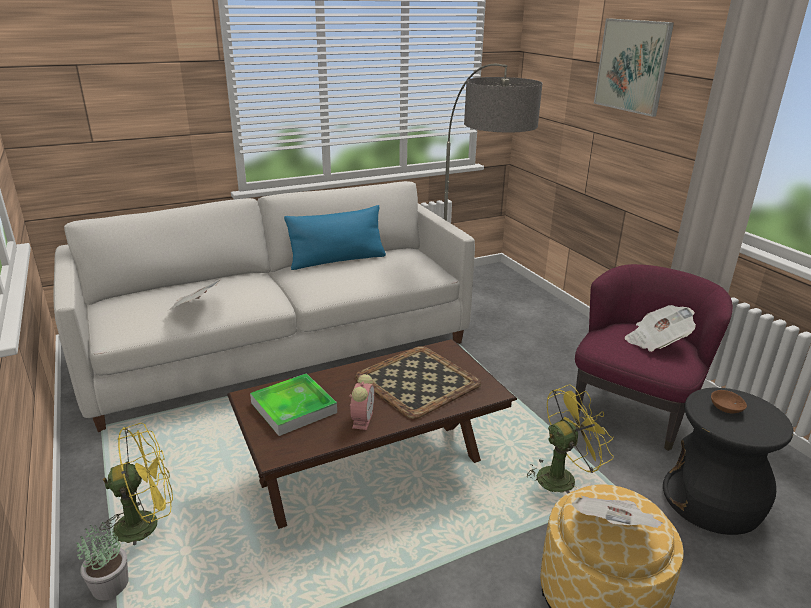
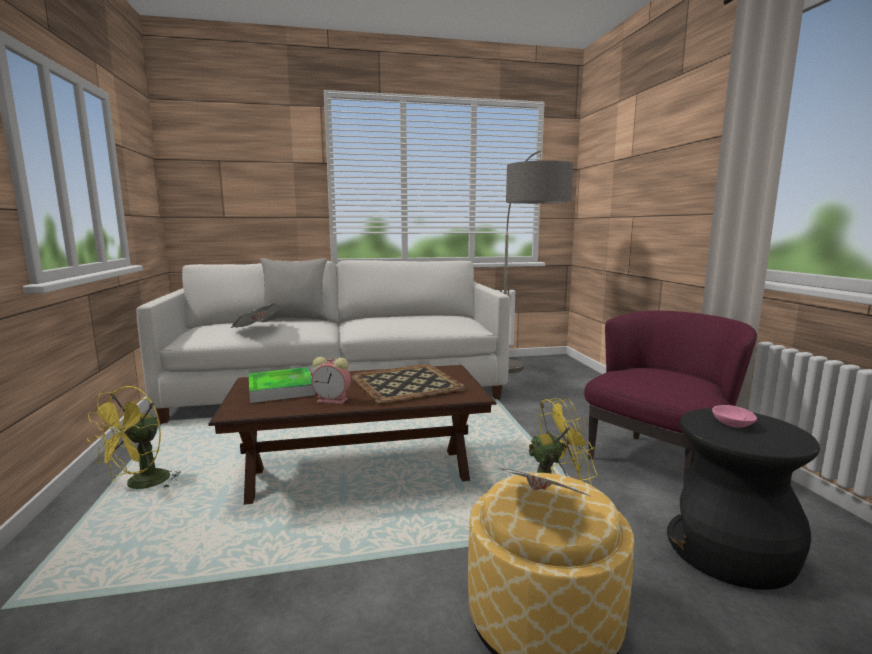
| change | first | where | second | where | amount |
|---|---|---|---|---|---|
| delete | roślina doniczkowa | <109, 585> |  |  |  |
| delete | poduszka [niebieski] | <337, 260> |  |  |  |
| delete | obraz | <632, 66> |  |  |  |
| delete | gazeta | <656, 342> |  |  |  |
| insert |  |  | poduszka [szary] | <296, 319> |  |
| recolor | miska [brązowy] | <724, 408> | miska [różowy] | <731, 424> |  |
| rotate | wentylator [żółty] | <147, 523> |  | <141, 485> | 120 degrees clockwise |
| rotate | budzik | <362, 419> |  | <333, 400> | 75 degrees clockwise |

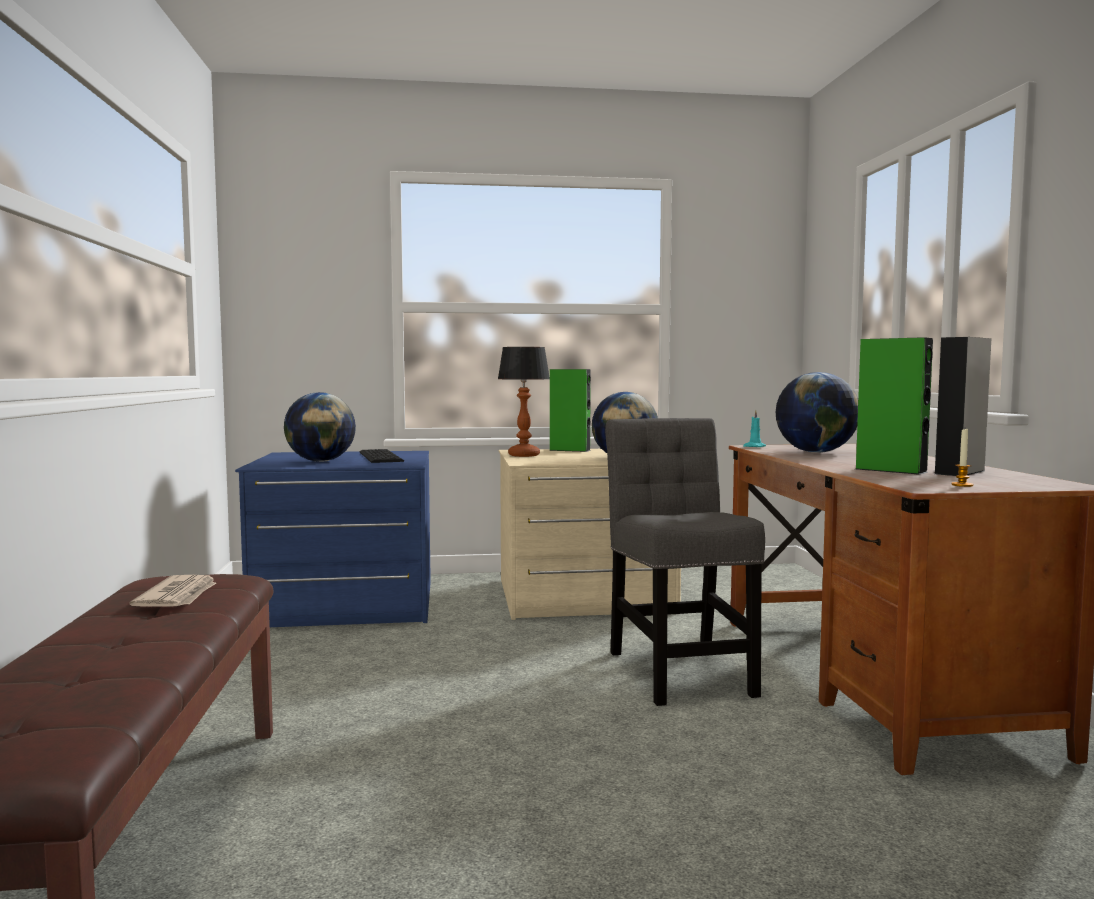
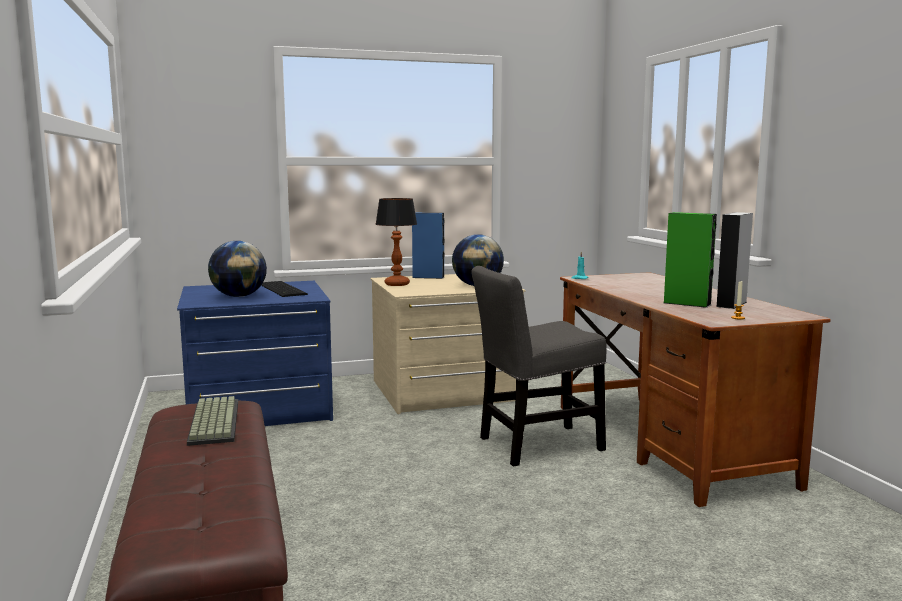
| change | first | where | second | where | amount |
|---|---|---|---|---|---|
| delete | globus | <815, 452> |  |  |  |
| replace | gazeta | <179, 596> | klawiatura | <212, 422> |  |
| recolor | głośnik [zielony] | <569, 450> | głośnik [niebieski] | <428, 277> |  |
| rotate | krzesło [szary] | <679, 669> |  | <535, 445> | 90 degrees counterclockwise |

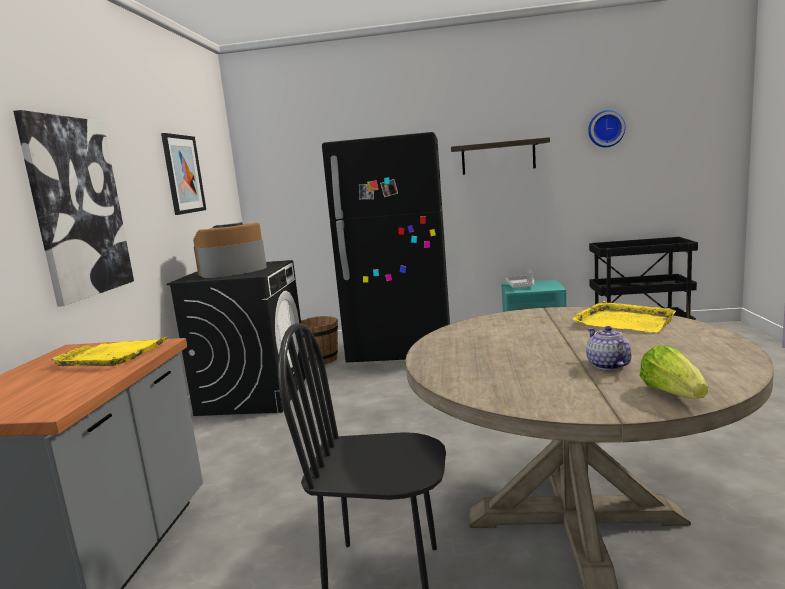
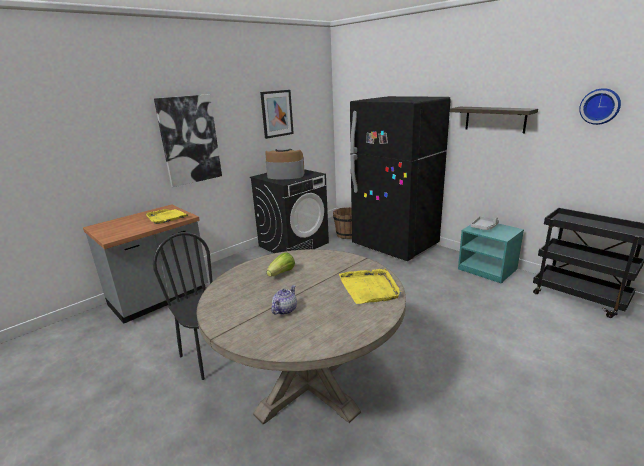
| change | first | where | second | where | amount |
|---|---|---|---|---|---|
| move | sałata | <672, 394> |  | <282, 273> |  |

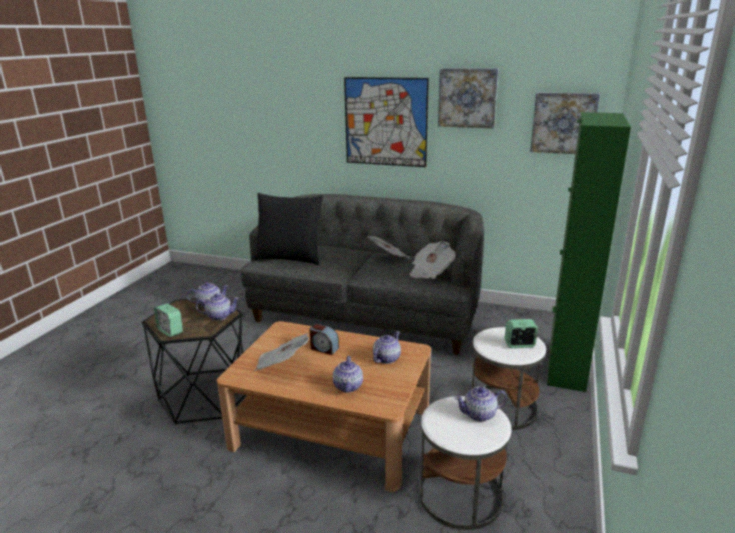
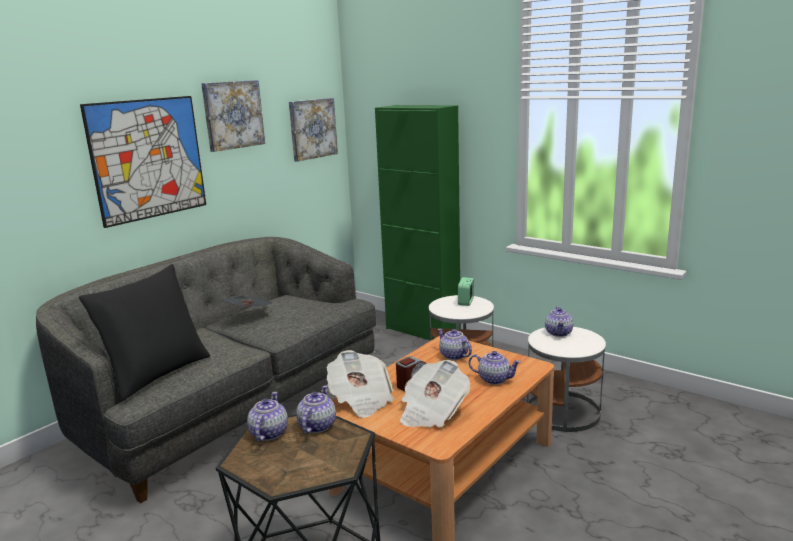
| change | first | where | second | where | amount |
|---|---|---|---|---|---|
| delete | budzik | <170, 331> |  |  |  |
| move | gazeta | <430, 272> |  | <361, 399> |  |

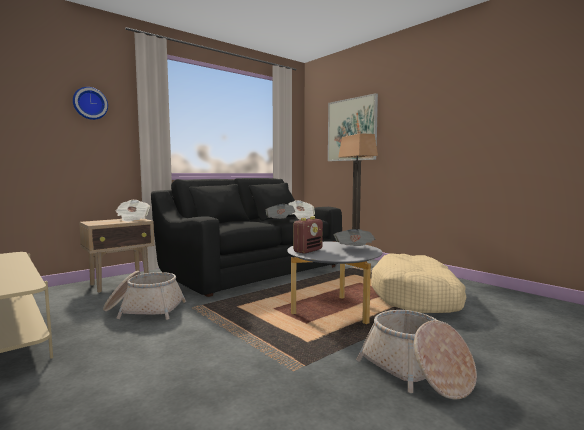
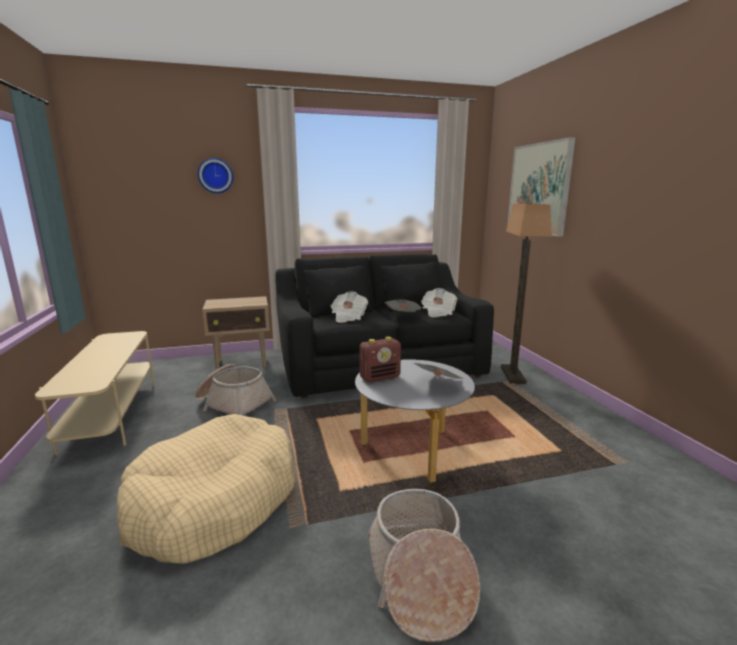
| change | first | where | second | where | amount |
|---|---|---|---|---|---|
| move | gazeta | <133, 219> |  | <348, 317> |  |
| move | legowisko [beżowy] | <417, 297> |  | <214, 501> |  |

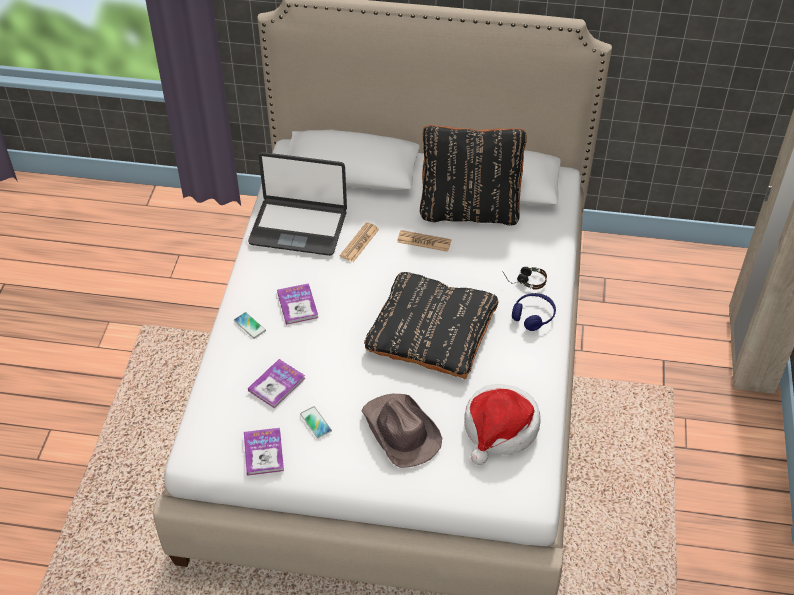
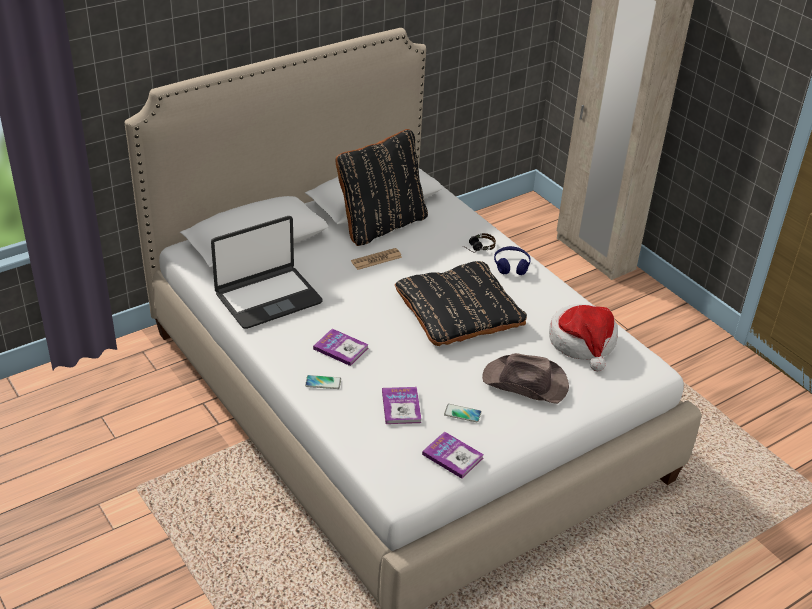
| change | first | where | second | where | amount |
|---|---|---|---|---|---|
| delete | gazeta | <359, 242> |  |  |  |

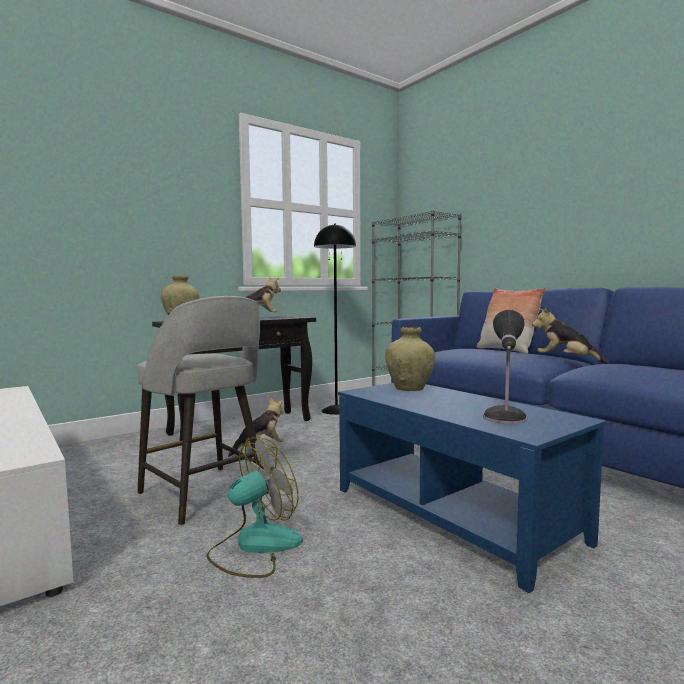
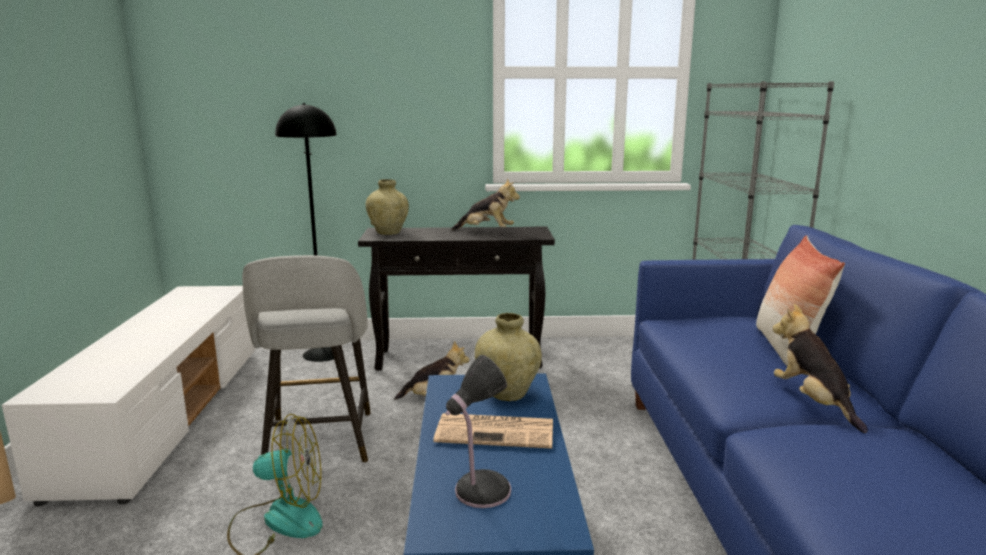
| change | first | where | second | where | amount |
|---|---|---|---|---|---|
| insert |  |  | gazeta | <497, 431> |  |
| move | lampa stojąca [czarny] | <336, 410> |  | <322, 353> |  |

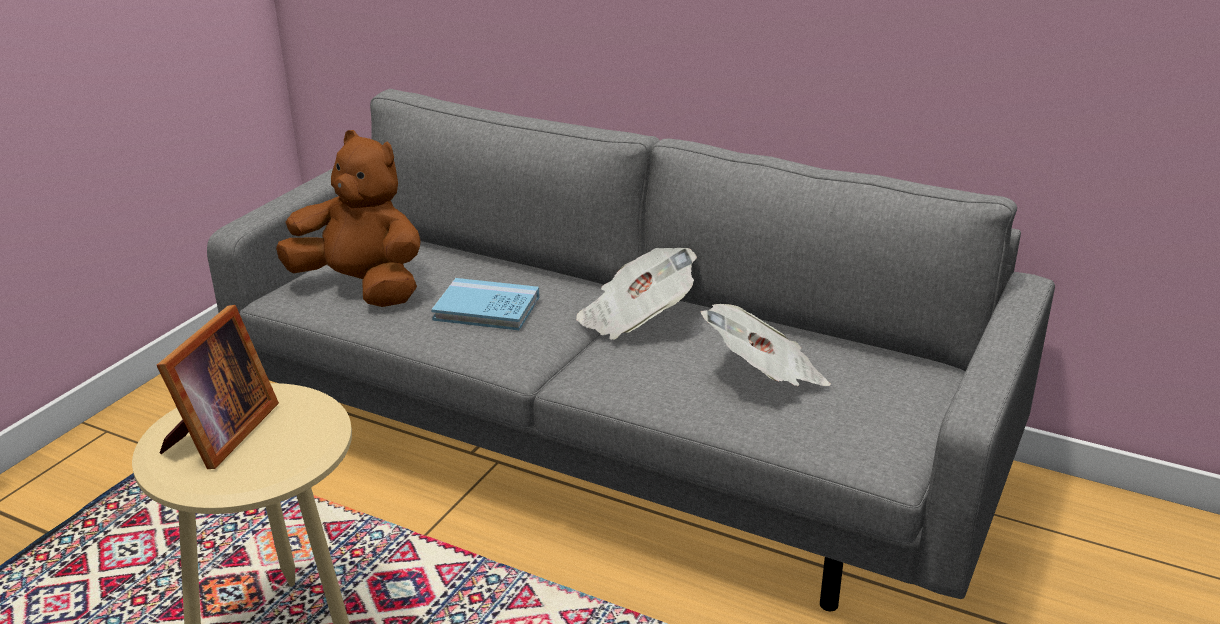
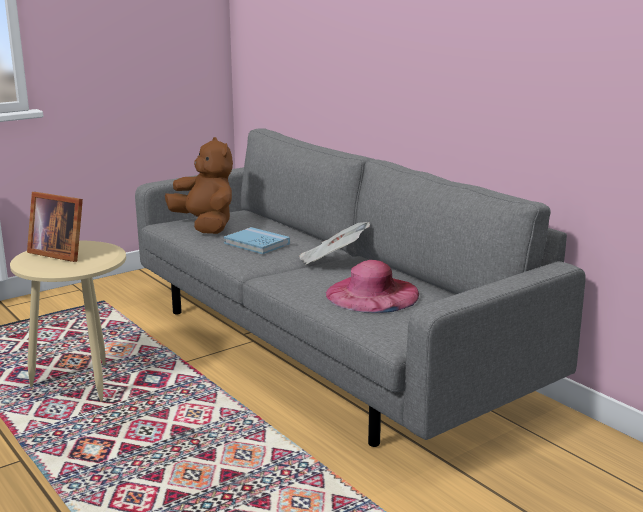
| change | first | where | second | where | amount |
|---|---|---|---|---|---|
| replace | gazeta | <764, 376> | kapelusz [różowy] | <372, 294> |  |
| rotate | ramka na zdjęcie | <219, 435> |  | <59, 253> | 75 degrees clockwise |

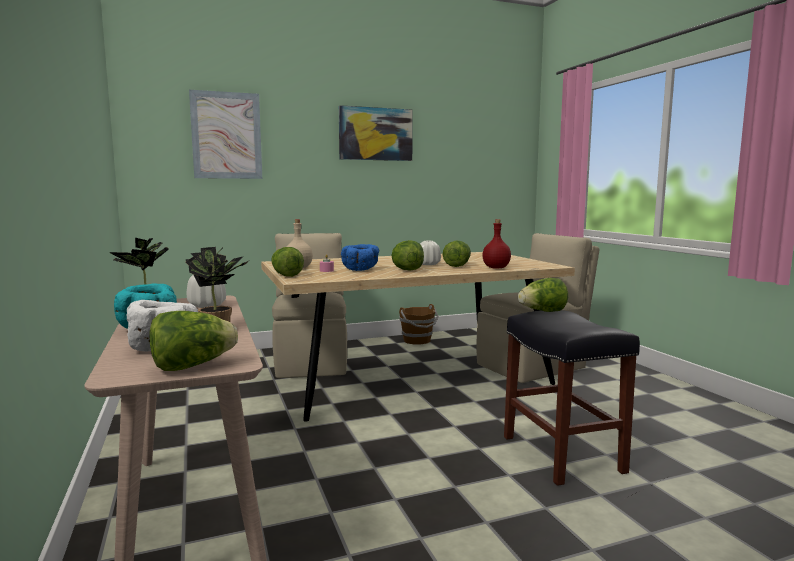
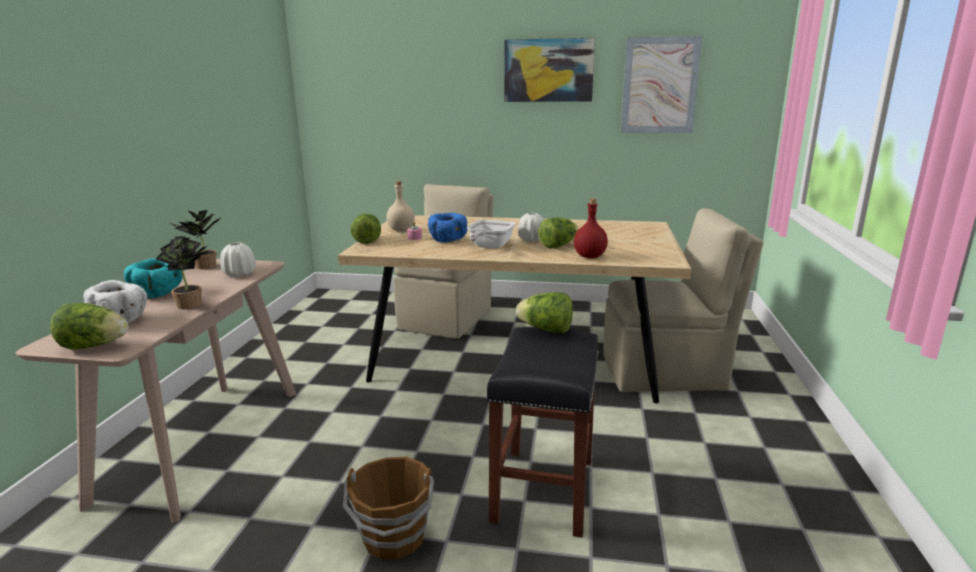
| change | first | where | second | where | amount |
|---|---|---|---|---|---|
| move | obraz | <226, 135> |  | <659, 86> |  |
| move | wiadro [brązowy] | <417, 340> |  | <394, 538> |  |
| replace | sałata | <407, 270> | patelnia | <489, 247> |  |

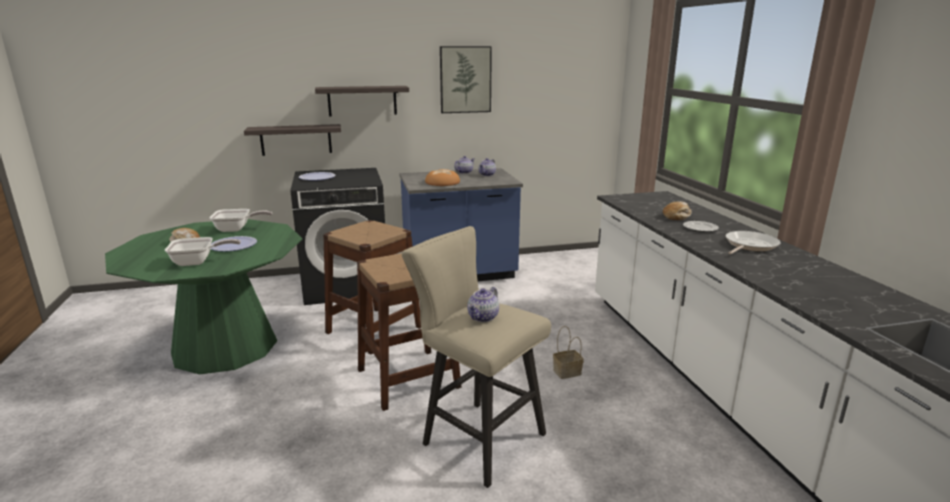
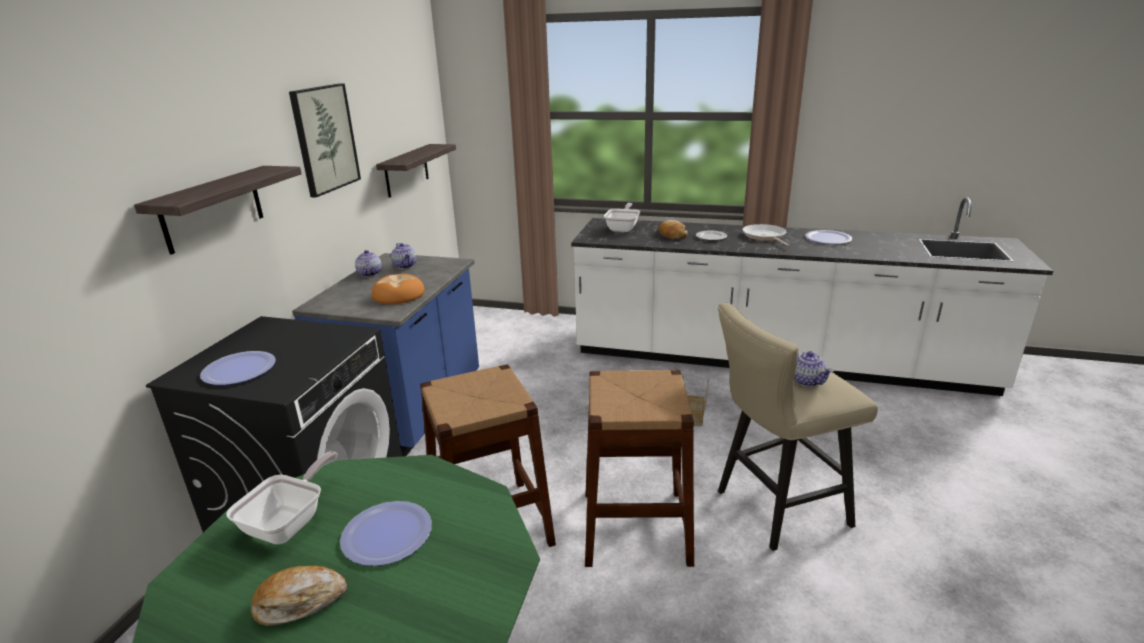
| change | first | where | second | where | amount |
|---|---|---|---|---|---|
| insert |  |  | talerz | <828, 238> |  |
| move | patelnia | <198, 262> |  | <623, 228> |  |
| move | półka | <296, 140> |  | <406, 170> |  |

